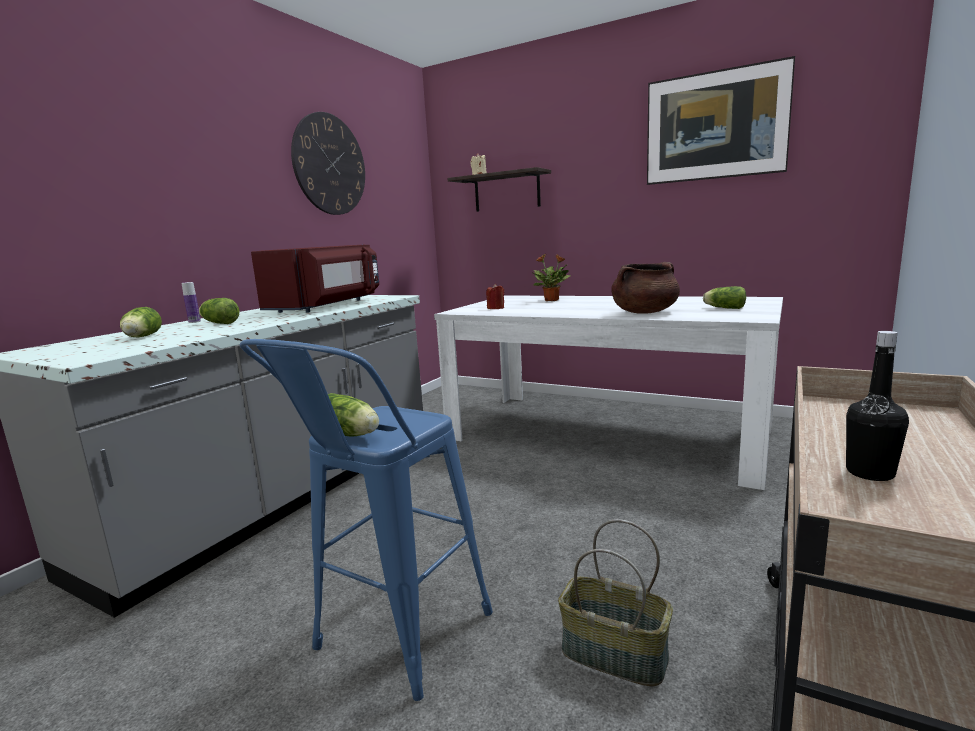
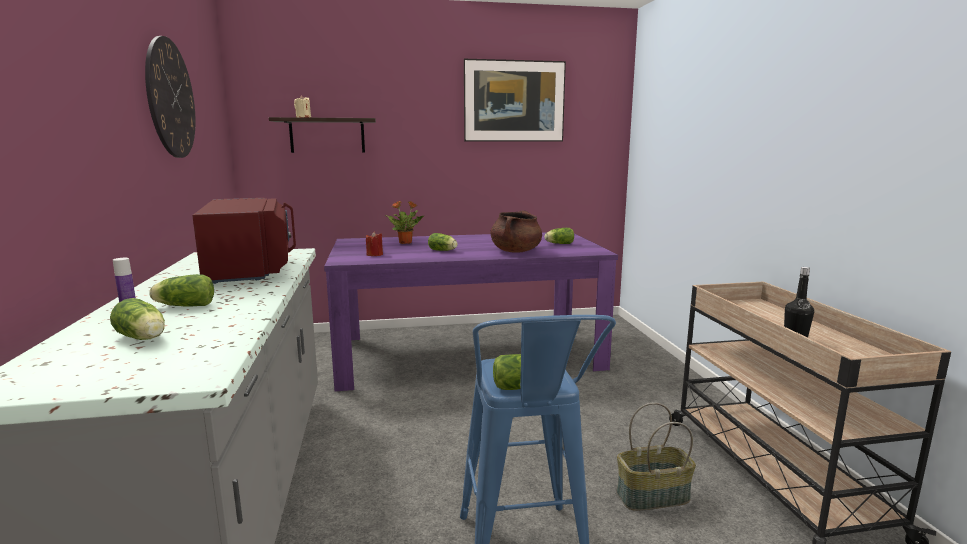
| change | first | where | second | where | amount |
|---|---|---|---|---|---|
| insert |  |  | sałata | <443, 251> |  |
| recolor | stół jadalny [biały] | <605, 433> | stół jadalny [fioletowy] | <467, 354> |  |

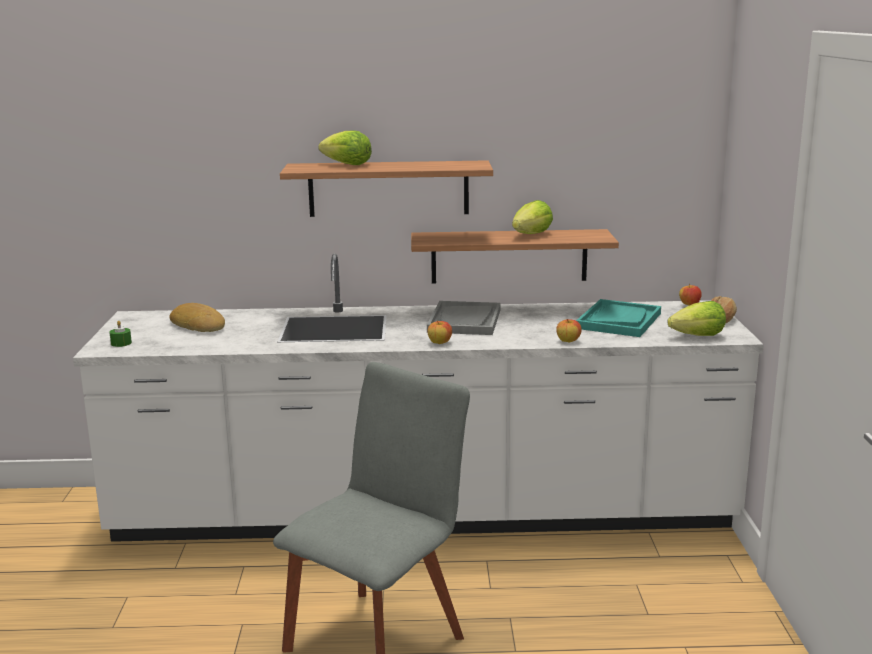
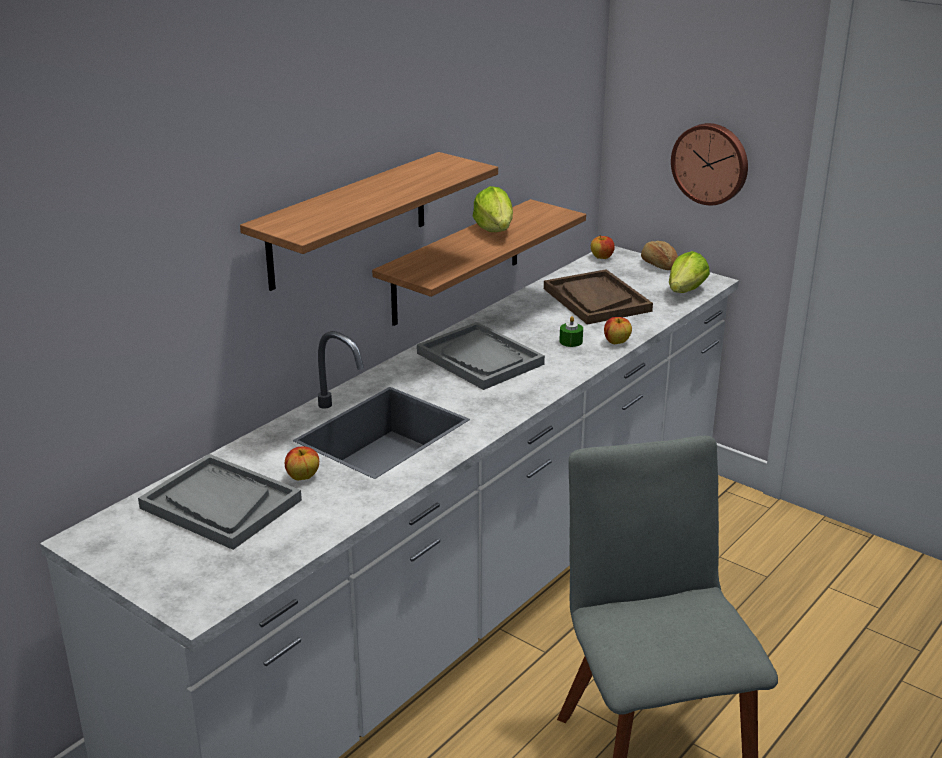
| change | first | where | second | where | amount |
|---|---|---|---|---|---|
| delete | sałata | <347, 165> |  |  |  |
| insert |  |  | zegar ścienny | <711, 163> |  |
| move | świeca [zielony] | <121, 343> |  | <571, 341> |  |
| move | jabłko | <440, 343> |  | <303, 476> |  |
| replace | chleb | <199, 325> | taca [szary] | <220, 504> |  |
| recolor | taca [turkusowy] | <618, 321> | taca [brązowy] | <596, 300> |  |

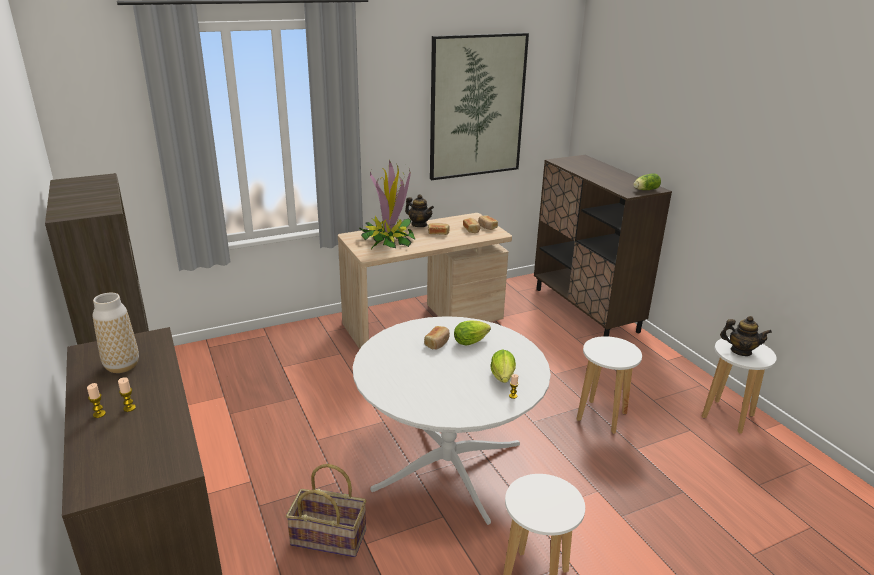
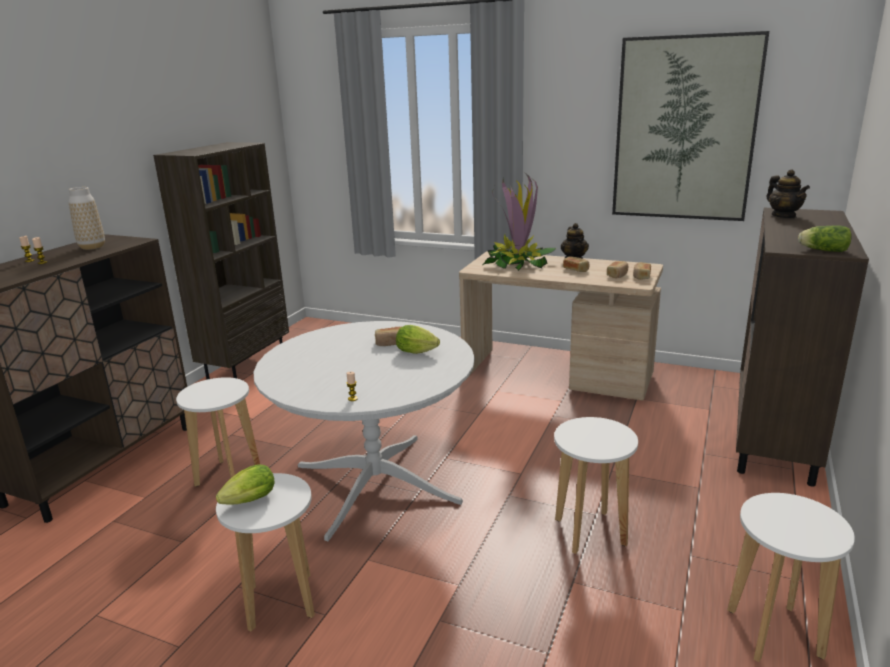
| change | first | where | second | where | amount |
|---|---|---|---|---|---|
| move | sałata | <503, 378> |  | <247, 502> |  |
| move | imbryk | <740, 351> |  | <784, 216> |  |
| replace | koszyk | <329, 536> | stołek [biały] | <228, 476> |  |

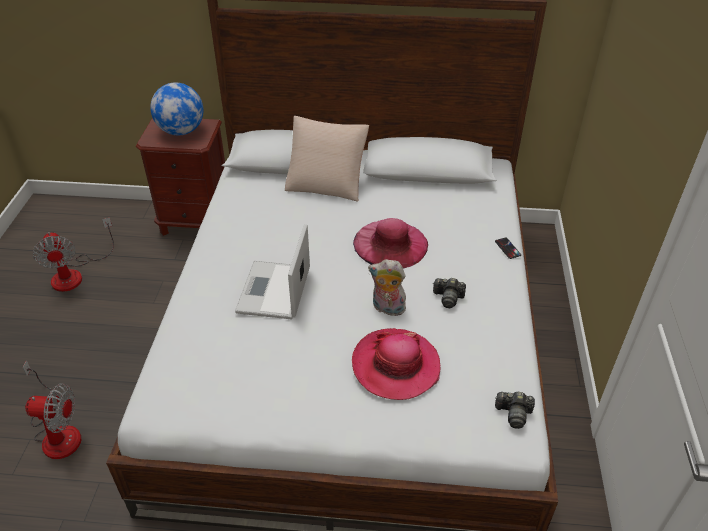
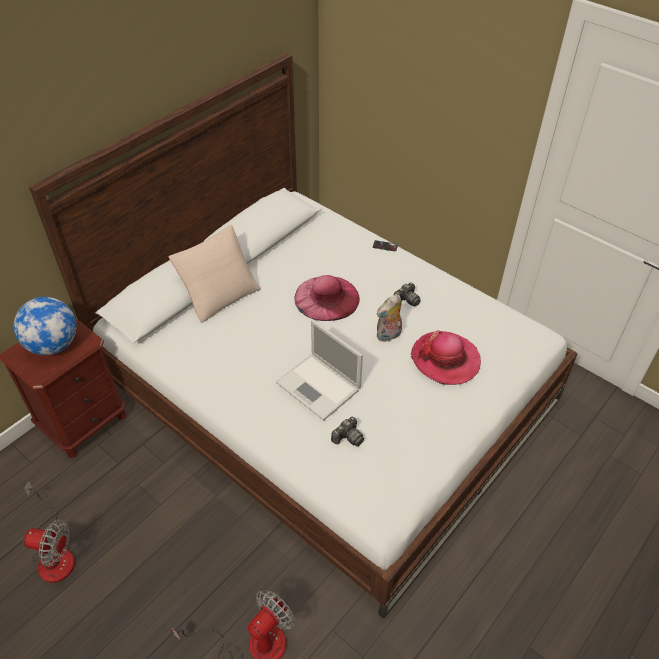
| change | first | where | second | where | amount |
|---|---|---|---|---|---|
| move | aparat fotograficzny | <513, 414> |  | <348, 437> |  |

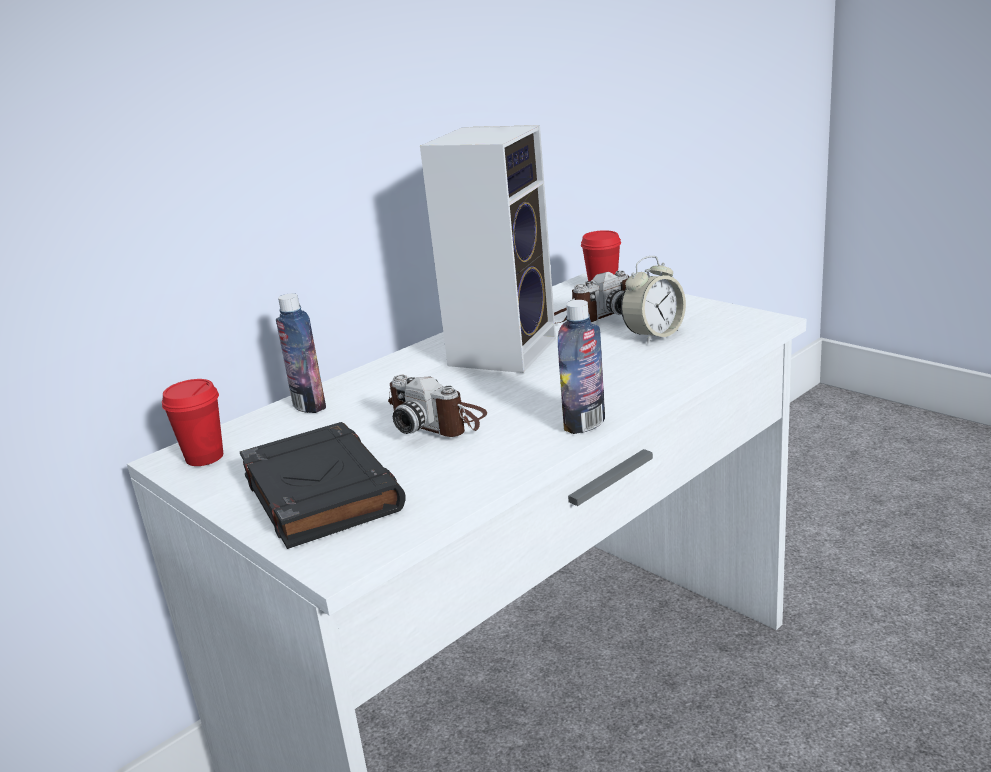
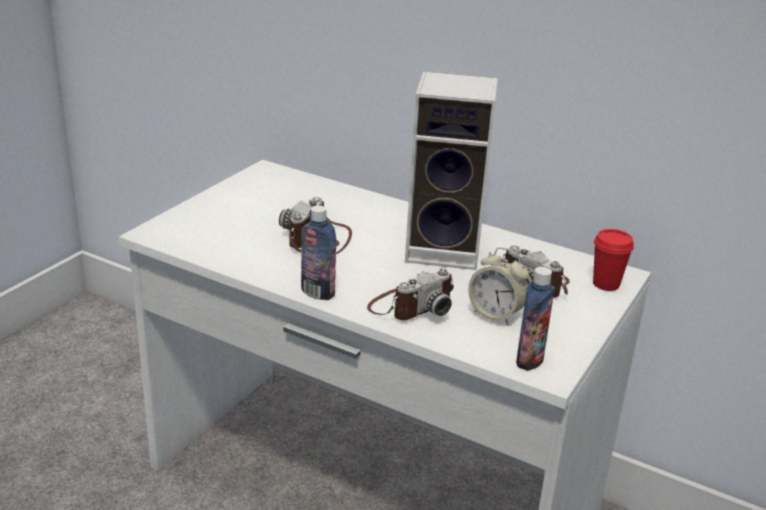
| change | first | where | second | where | amount |
|---|---|---|---|---|---|
| delete | filiżanka [czerwony] | <204, 457> |  |  |  |
| delete | książka [czarny] | <320, 492> |  |  |  |
| insert |  |  | aparat fotograficzny | <411, 306> |  |
| move | butelka | <309, 405> |  | <529, 360> |  |

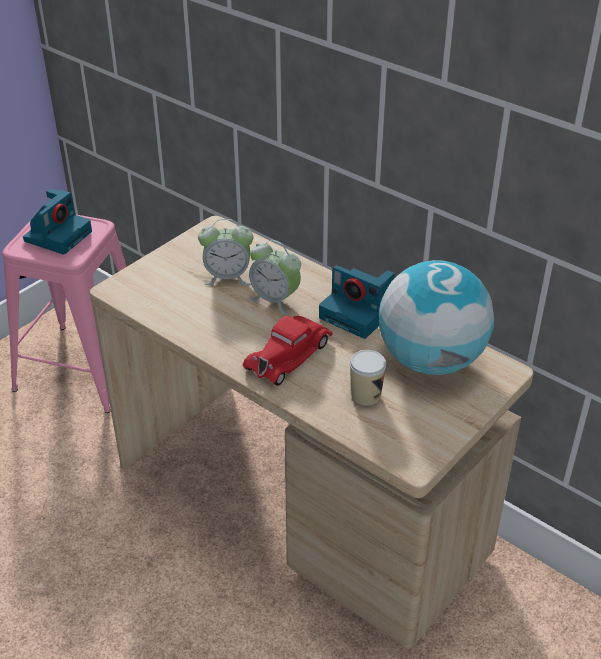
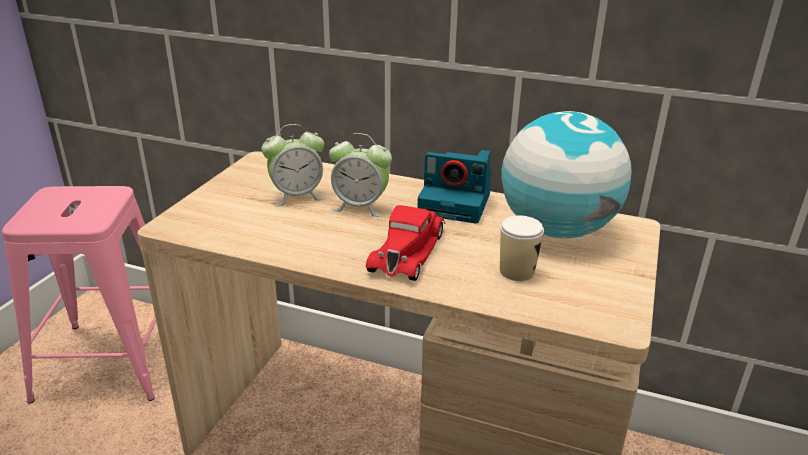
| change | first | where | second | where | amount |
|---|---|---|---|---|---|
| delete | aparat fotograficzny | <58, 235> |  |  |  |

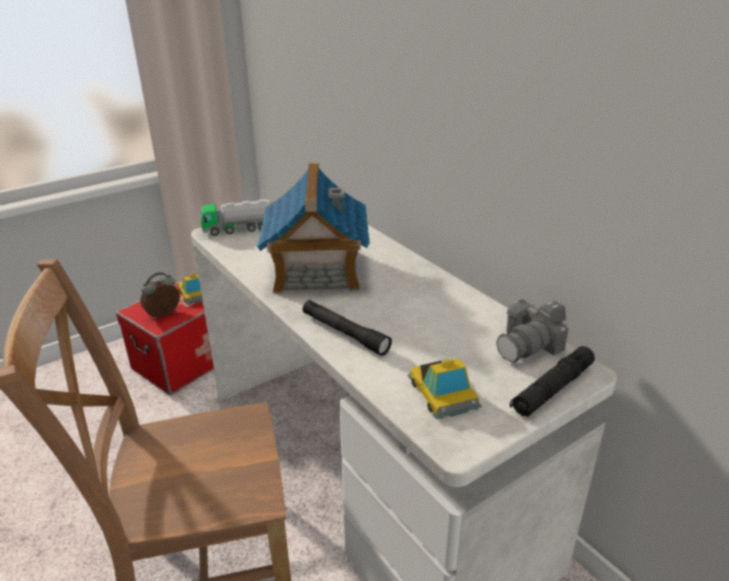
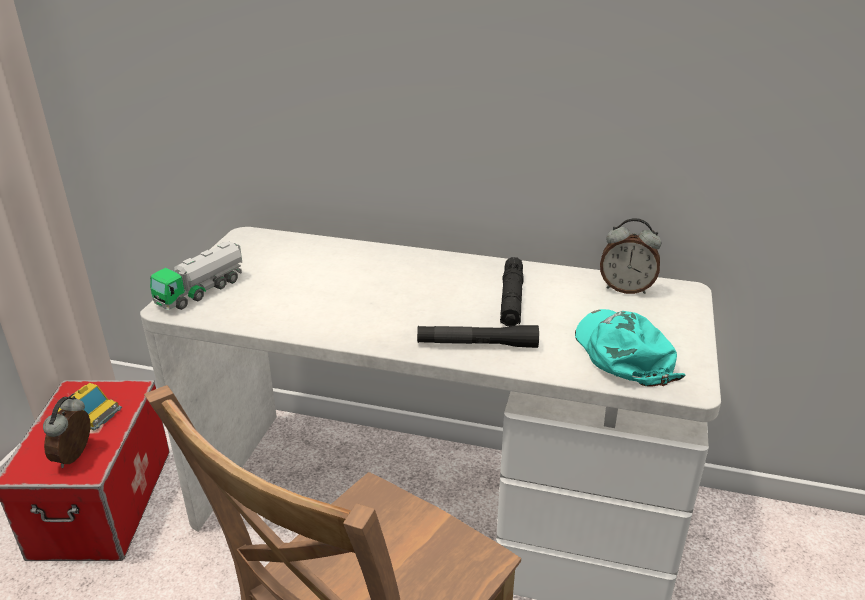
| change | first | where | second | where | amount |
|---|---|---|---|---|---|
| delete | domek | <316, 271> |  |  |  |
| move | latarka [czarny] | <552, 389> |  | <511, 299> |  |
| replace | samochodzik | <443, 392> | czapka z daszkiem [turkusowy] | <623, 353> |  |
| replace | aparat fotograficzny | <529, 345> | budzik | <626, 288> |  |

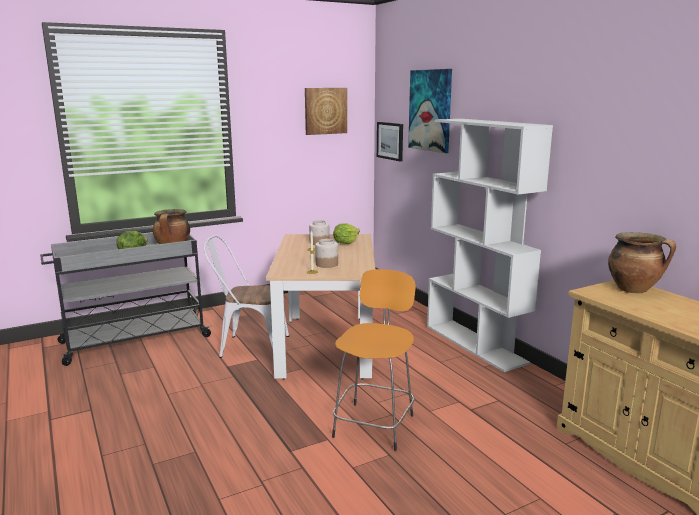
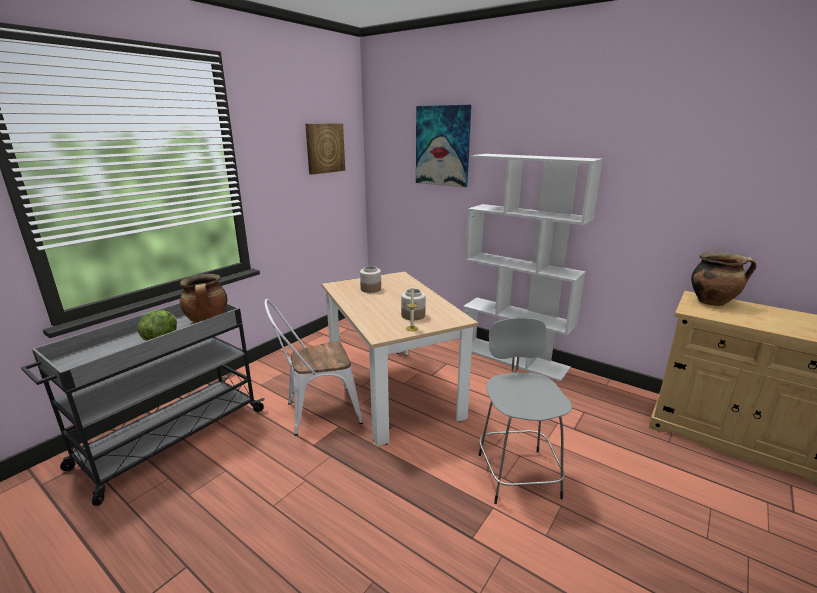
| change | first | where | second | where | amount |
|---|---|---|---|---|---|
| delete | sałata | <345, 243> |  |  |  |
| delete | obraz | <390, 141> |  |  |  |
| recolor | stołek [pomarańczowy] | <375, 424> | stołek [szary] | <517, 472> |  |

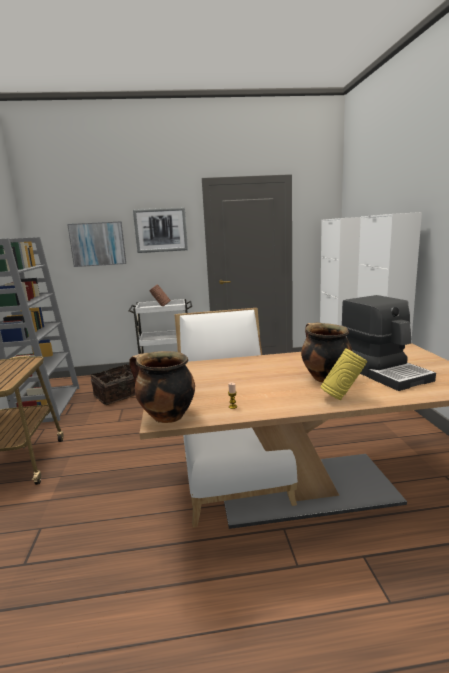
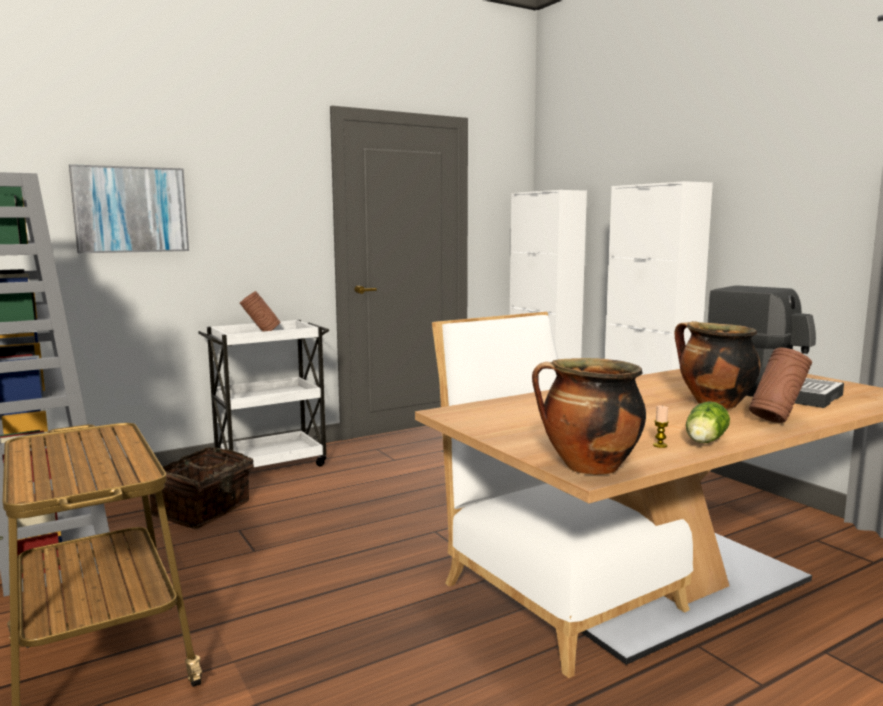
| change | first | where | second | where | amount |
|---|---|---|---|---|---|
| delete | obraz | <161, 230> |  |  |  |
| insert |  |  | sałata | <704, 442> |  |
| recolor | wazon [żółty] | <342, 397> | wazon [brązowy] | <776, 421> |  |

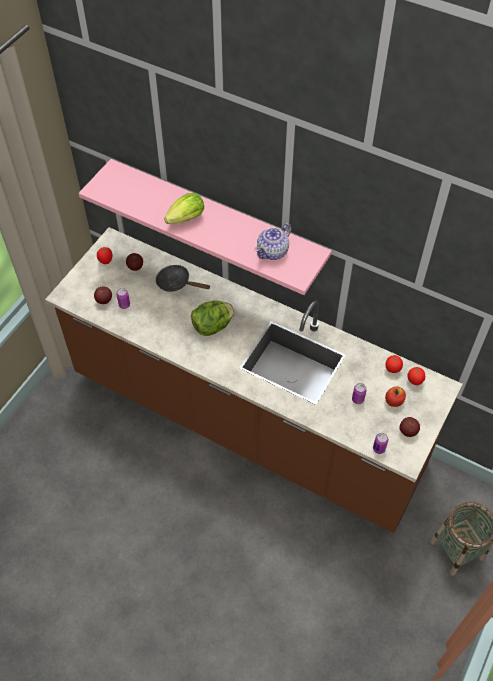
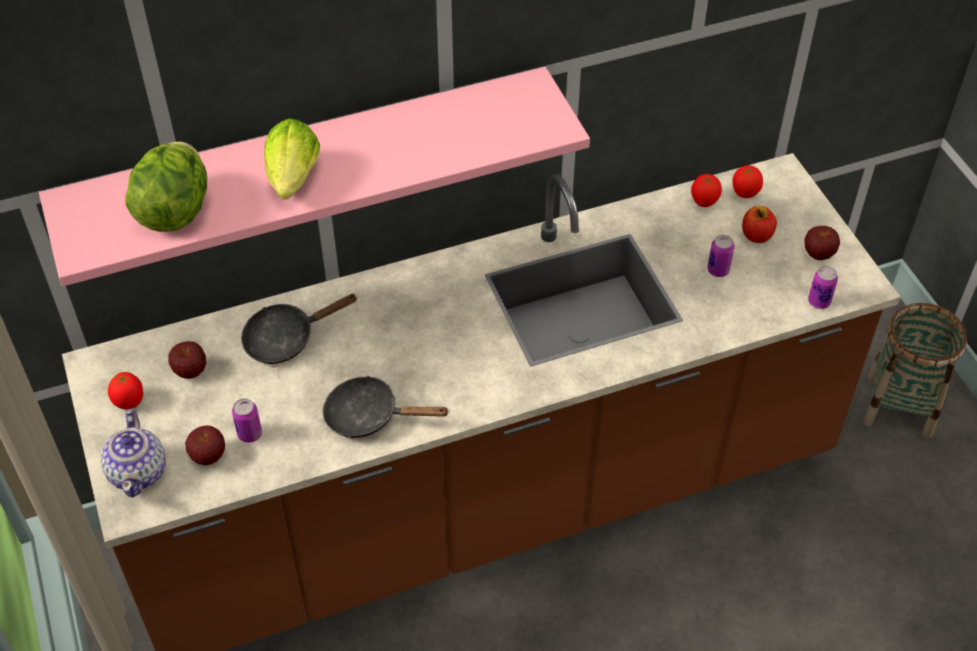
| change | first | where | second | where | amount |
|---|---|---|---|---|---|
| insert |  |  | patelnia [czarny] | <369, 416> |  |
| move | sałata | <212, 326> |  | <174, 211> |  |
| move | imbryk | <273, 252> |  | <139, 471> |  |

